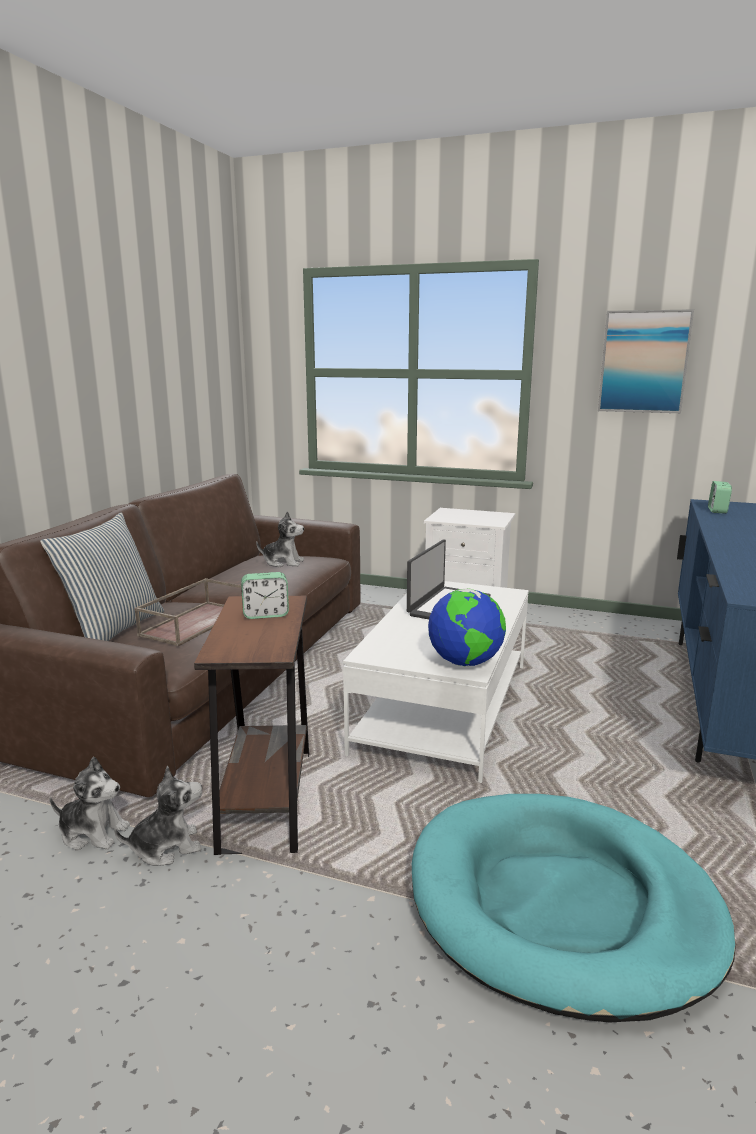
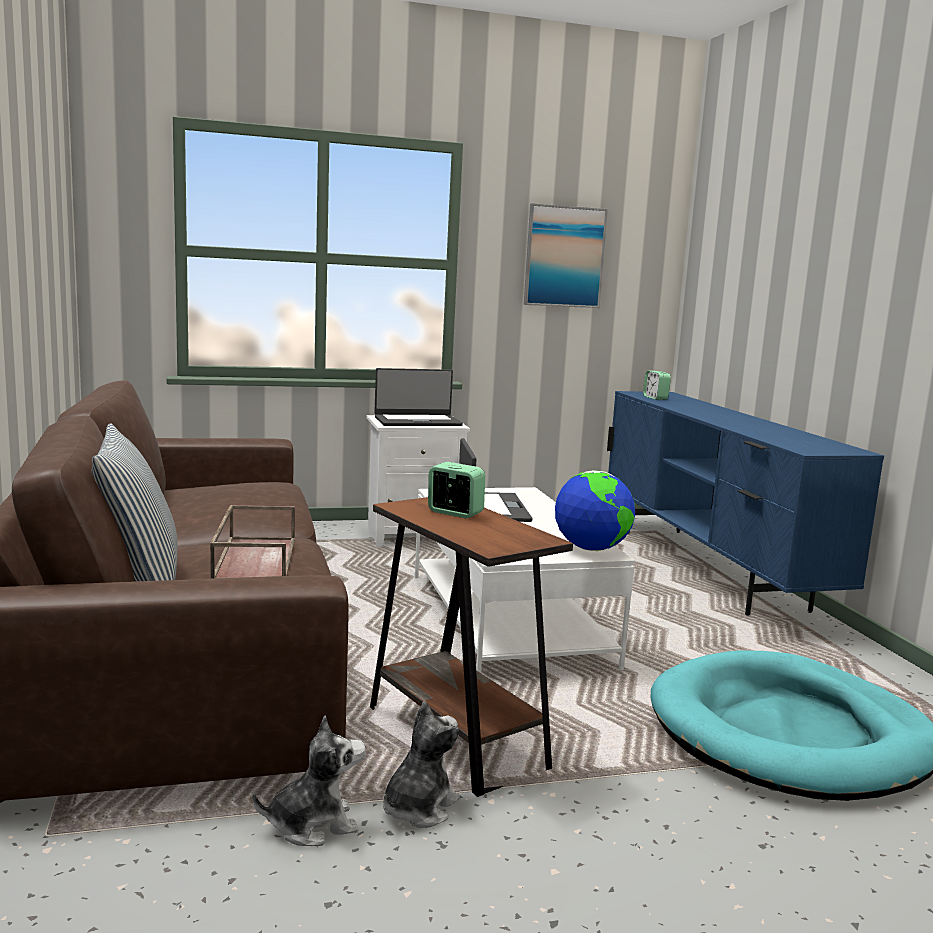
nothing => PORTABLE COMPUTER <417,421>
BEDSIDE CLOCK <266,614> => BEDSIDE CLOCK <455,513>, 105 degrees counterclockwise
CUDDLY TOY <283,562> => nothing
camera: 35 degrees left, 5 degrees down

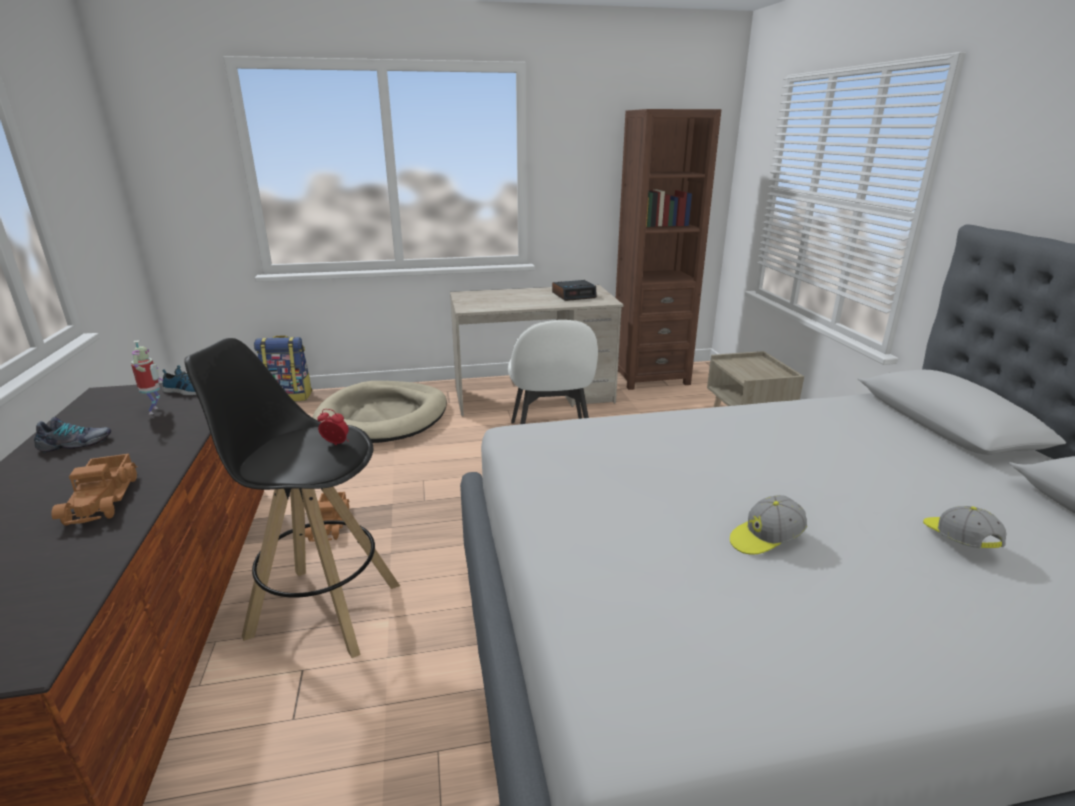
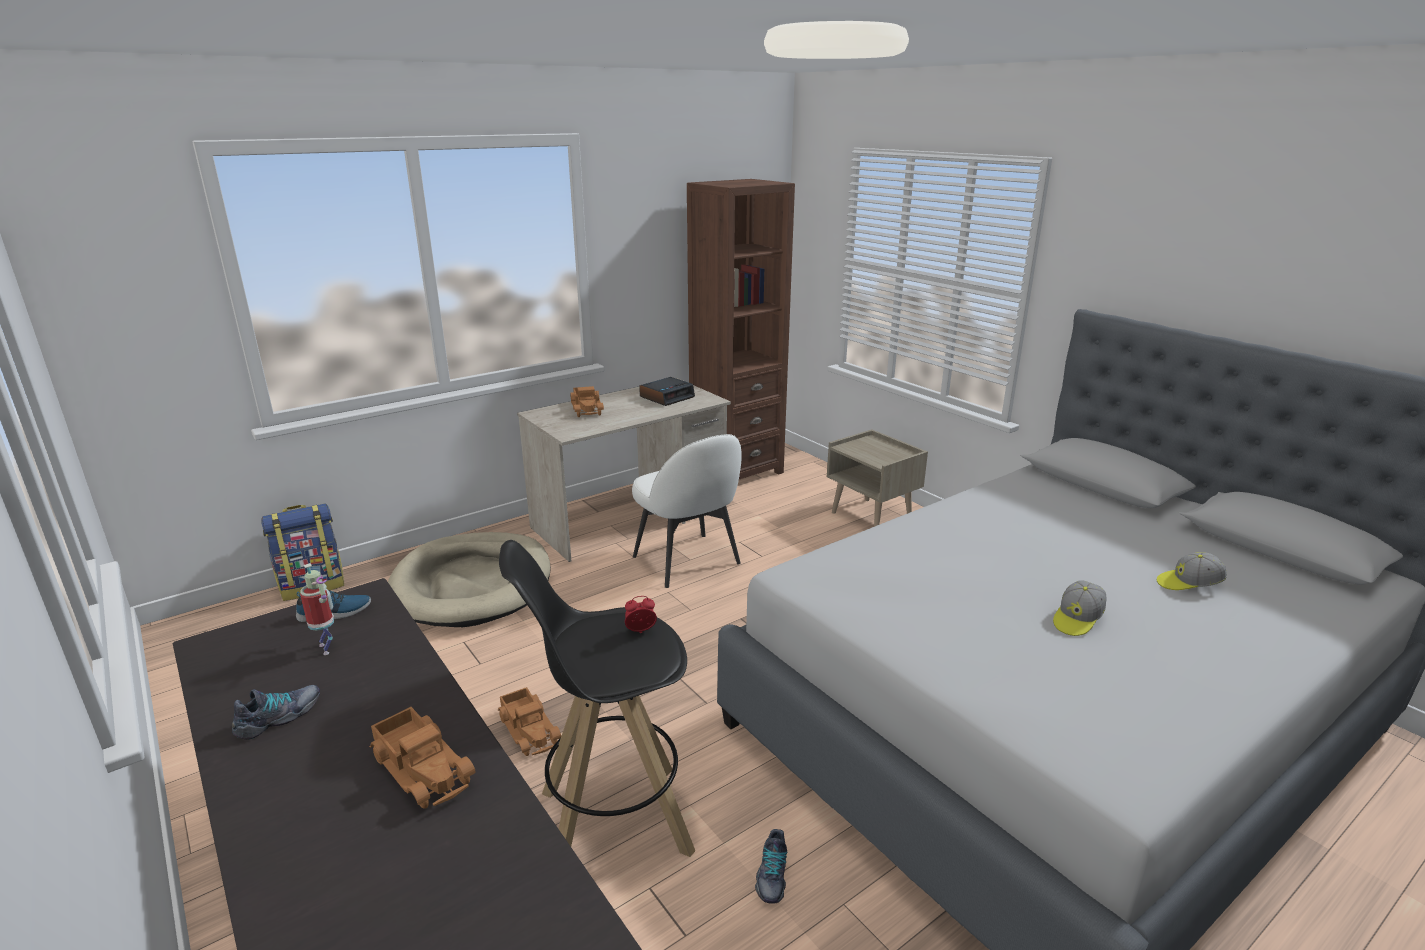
nothing => MODEL TRUCK <588,408>
nothing => SHOE <771,875>
BASEBALL CAP <958,540> => BASEBALL CAP <1188,584>, 60 degrees counterclockwise
camera: 25 degrees left, 0 degrees up

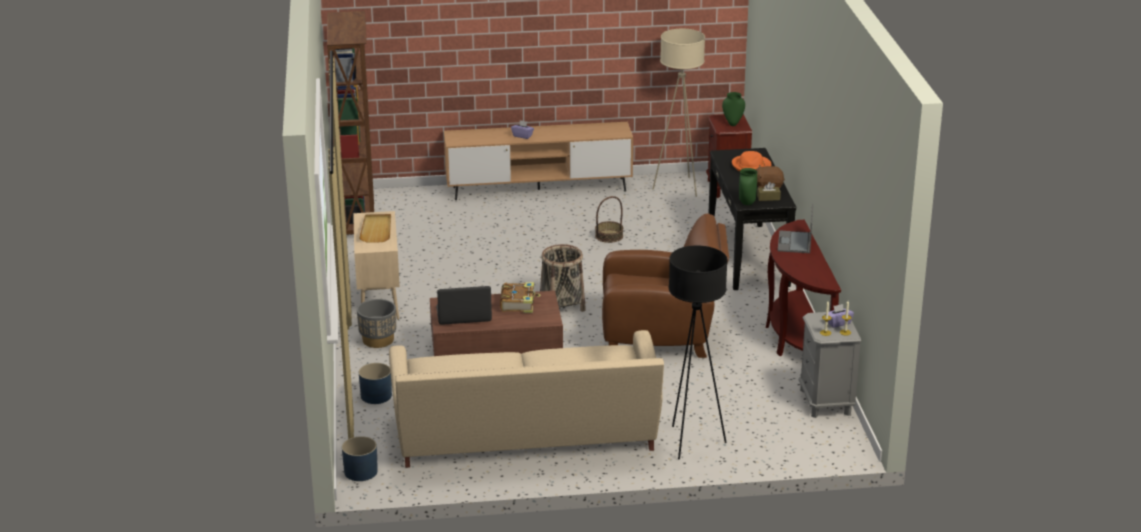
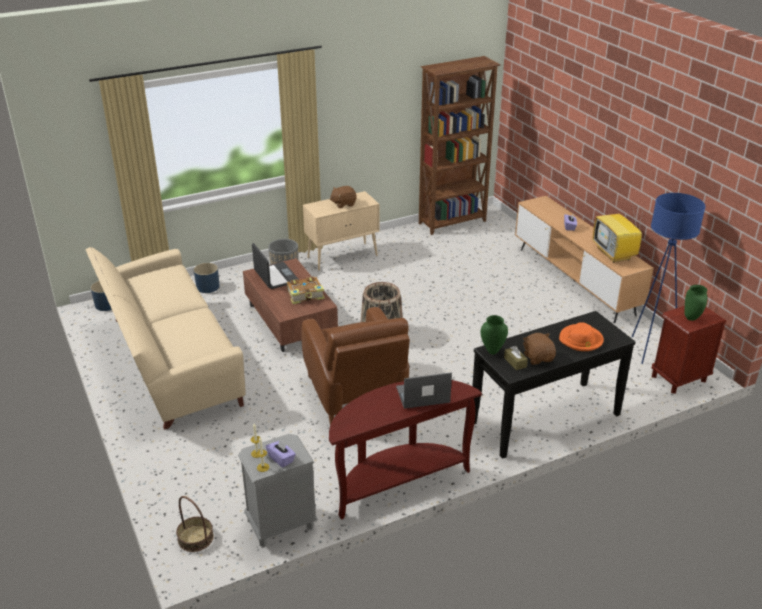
HOUSEHOLD BASKET <609,236> => HOUSEHOLD BASKET <195,538>, shifted
BEIGE SERVING TRAY <376,230> => BROWN CUDDLY TOY <343,204>
nothing => TELEVISION <615,254>
BEIGE FLOOR LAMP <678,187> => BLUE-COLOURED FLOOR LAMP <650,350>
BLACKISH FLOOR LAMP <692,442> => nothing
camera: 70 degrees right, 5 degrees up

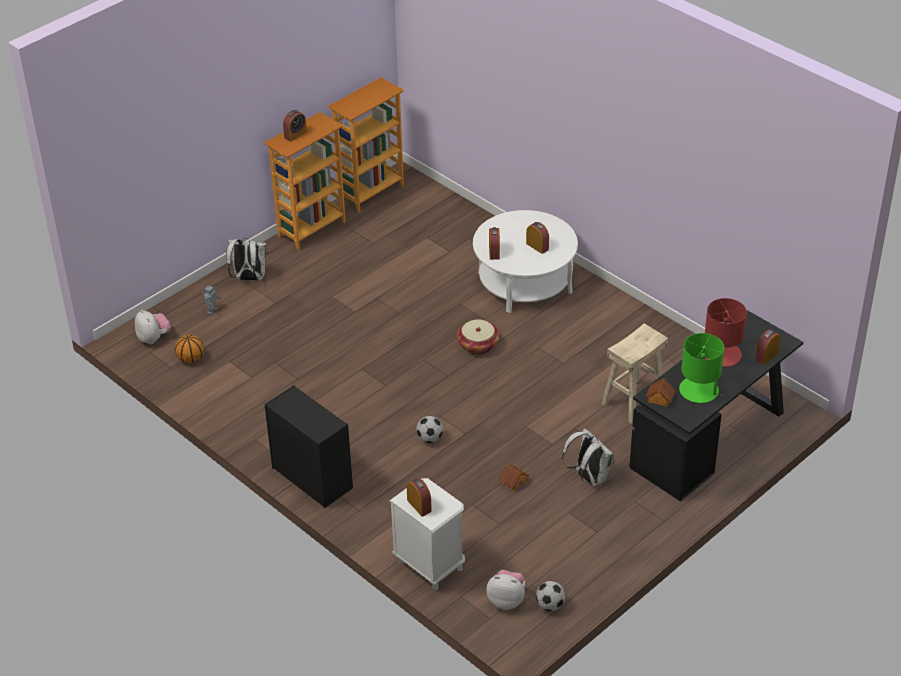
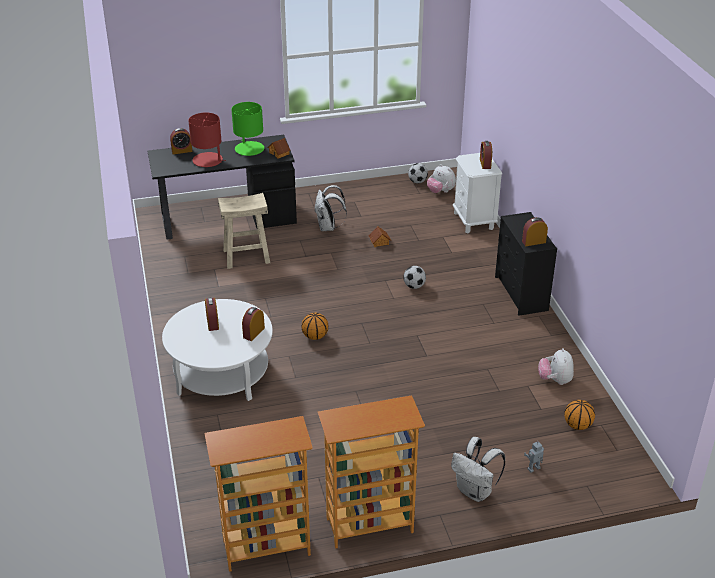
HOUSEHOLD BASKET <478,345> => BALL FOR BASKETBALL <315,336>
BEDSIDE CLOCK <295,135> => BEDSIDE CLOCK <533,242>, shifted
CUDDLY TOY <154,338> => CUDDLY TOY <555,380>, shifted
camera: 150 degrees left, 5 degrees down

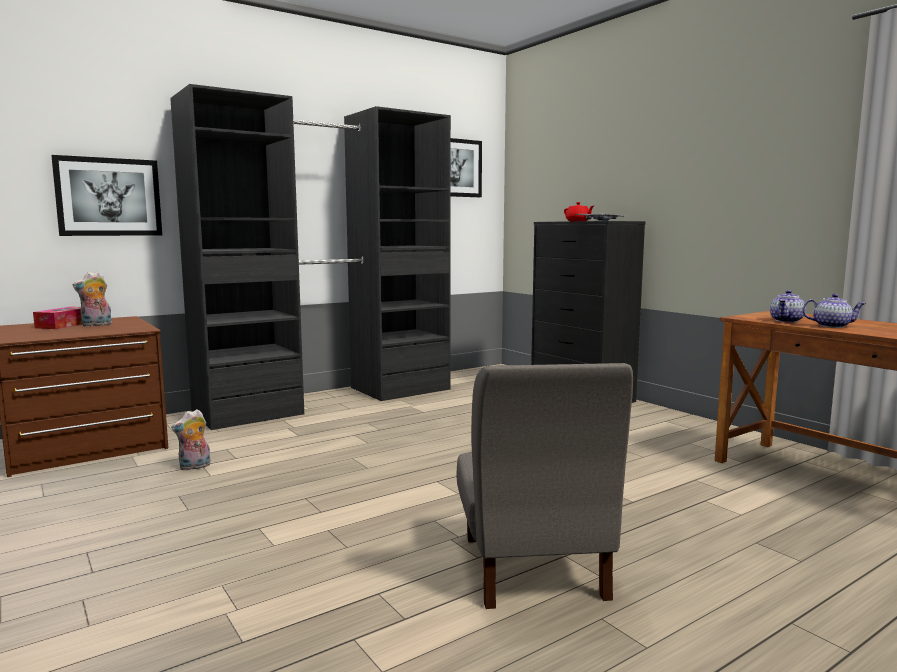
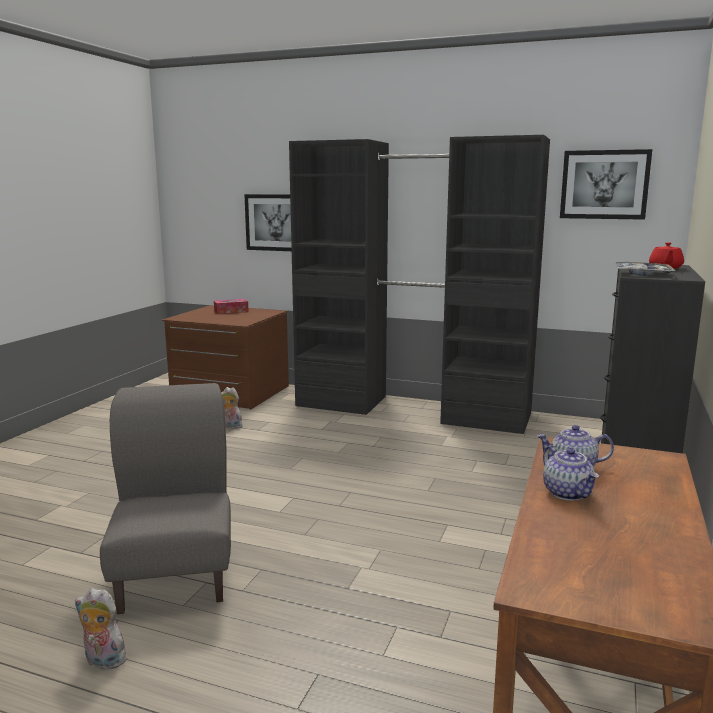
CUDDLY TOY <96,325> => CUDDLY TOY <102,661>, shifted
GREYISH PLAIN CHAIR <532,567> => GREYISH PLAIN CHAIR <176,574>, 120 degrees clockwise
camera: 55 degrees right, 5 degrees up

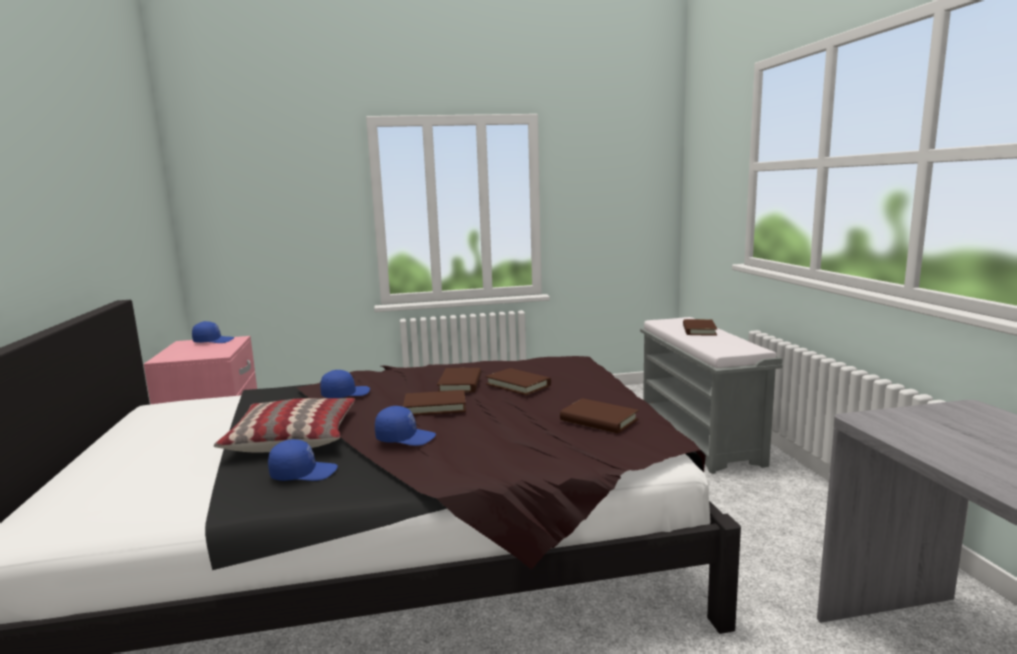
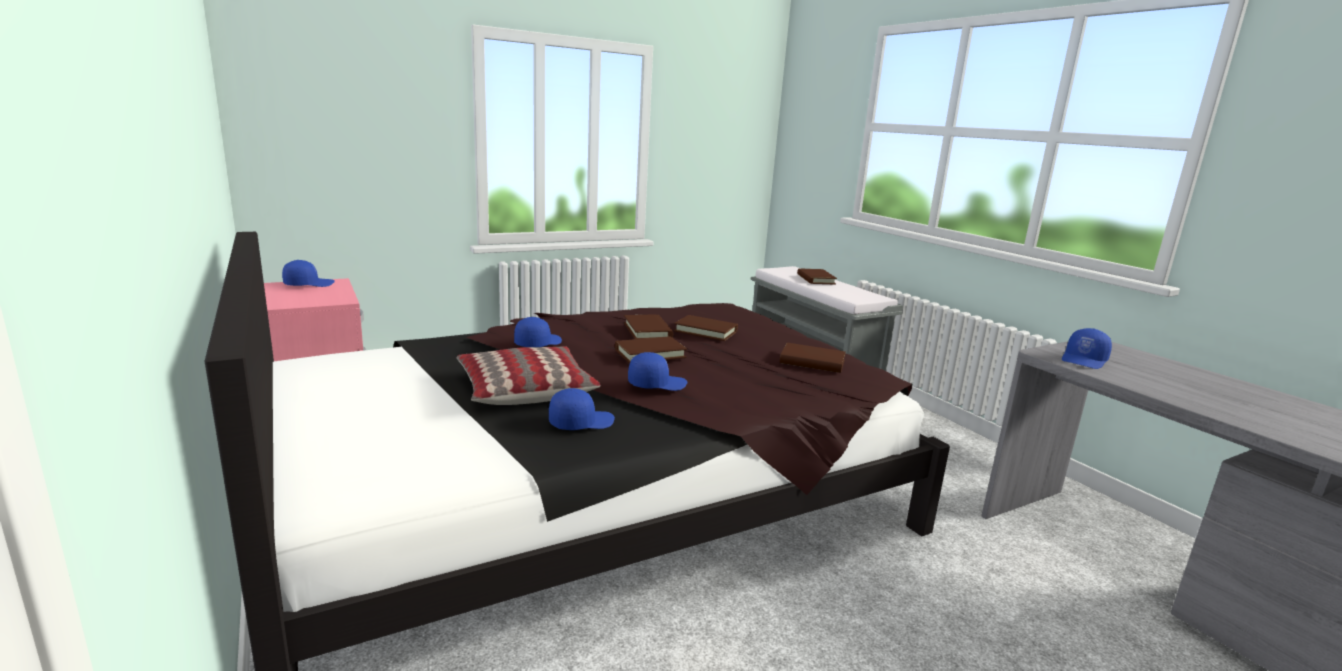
nothing => BLUE-COLOURED BASEBALL CAP <1084,360>
camera: 20 degrees left, 5 degrees up

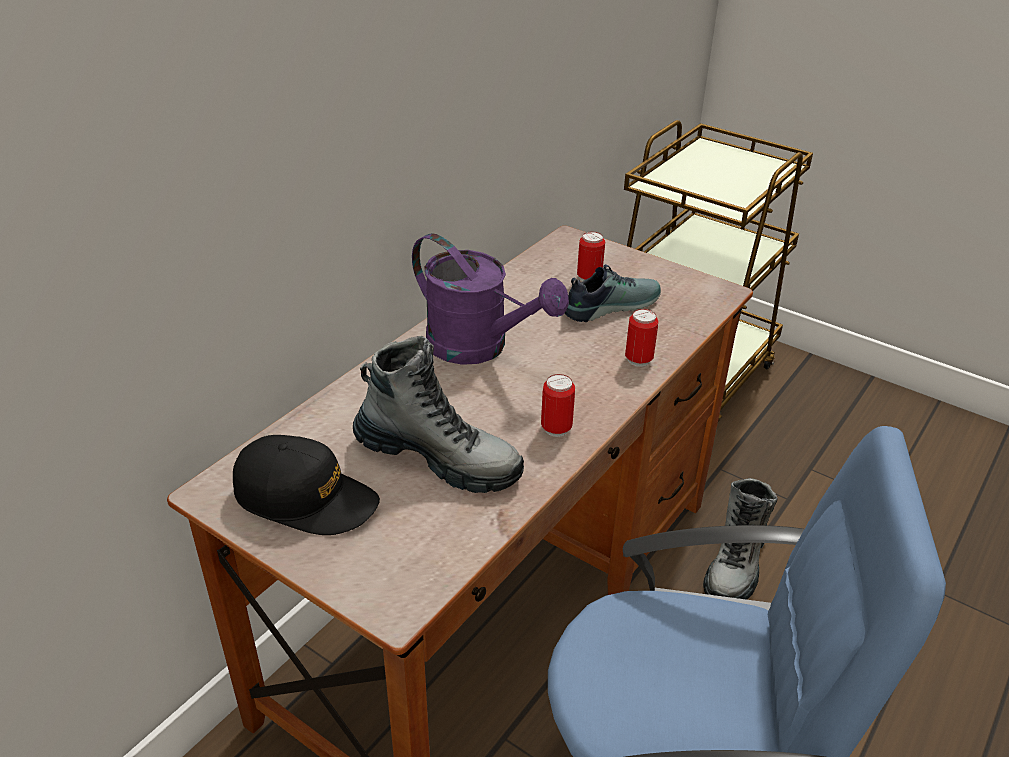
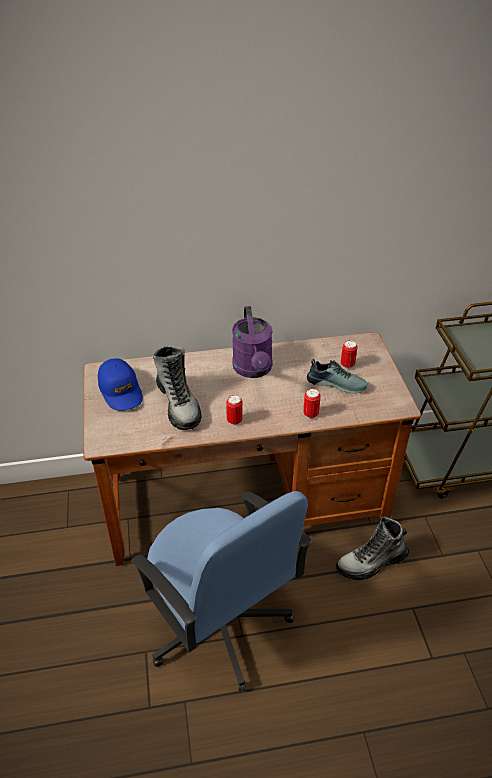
BLACKISH BASEBALL CAP <306,498> => BLUE-COLOURED BASEBALL CAP <121,390>
camera: 45 degrees right, 5 degrees up

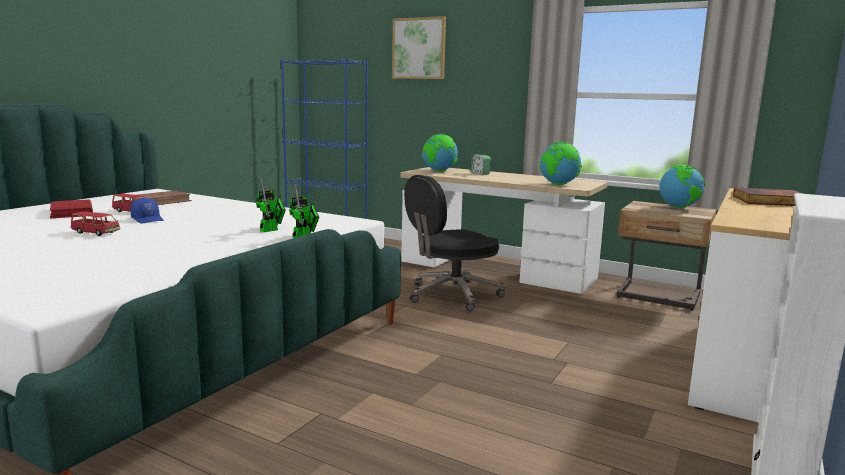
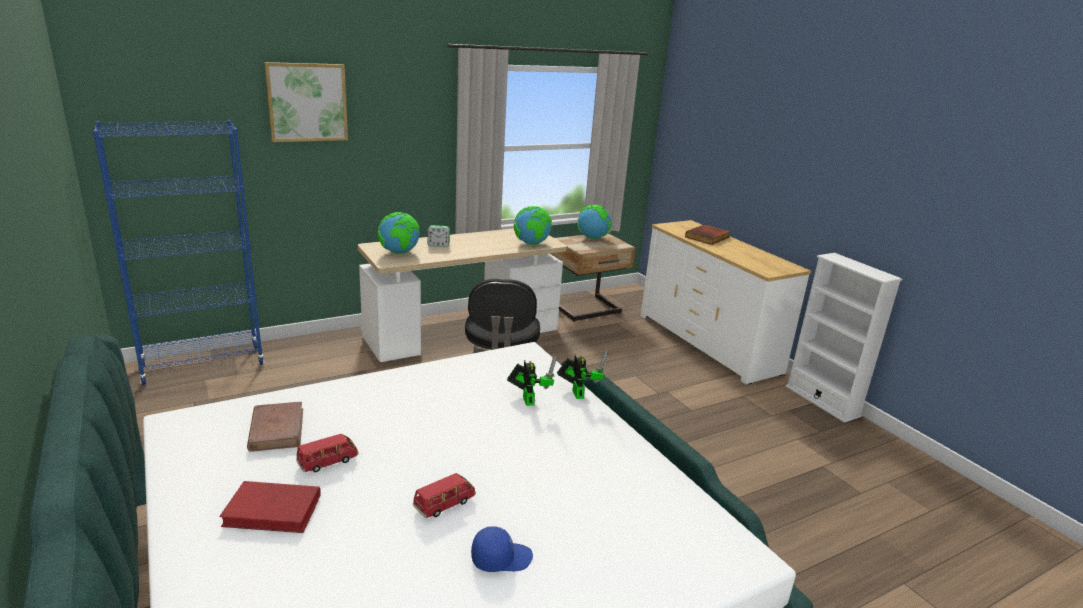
BLUE-COLOURED BASEBALL CAP <148,220> => BLUE-COLOURED BASEBALL CAP <501,558>, shifted
camera: 60 degrees left, 10 degrees up

